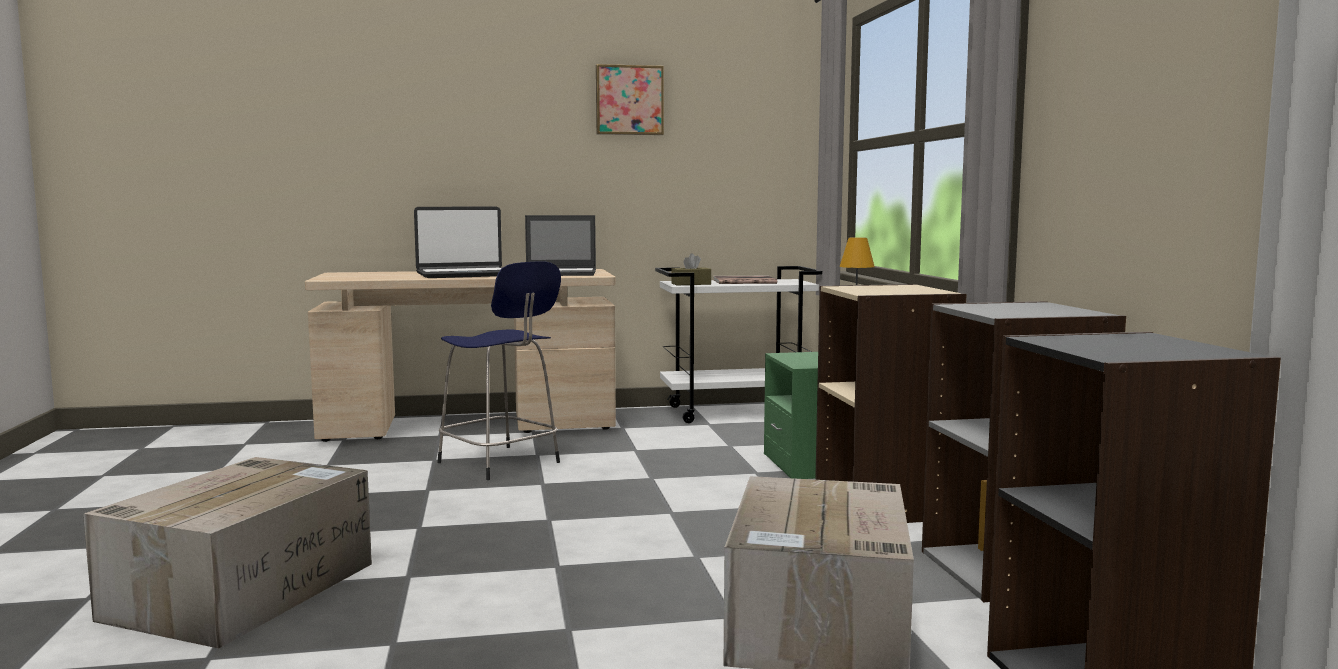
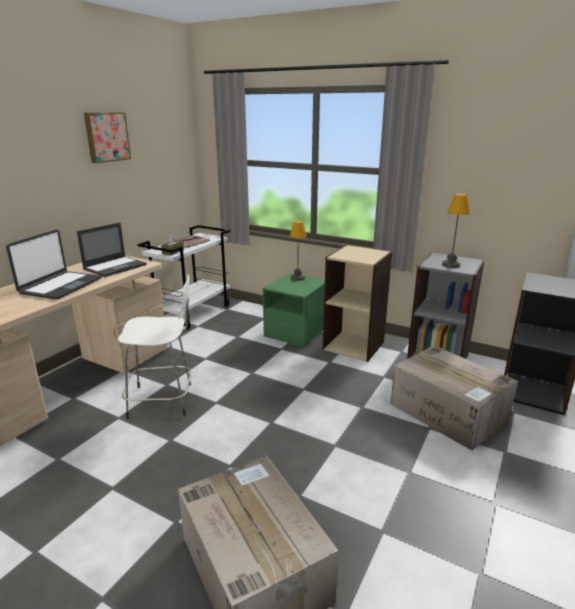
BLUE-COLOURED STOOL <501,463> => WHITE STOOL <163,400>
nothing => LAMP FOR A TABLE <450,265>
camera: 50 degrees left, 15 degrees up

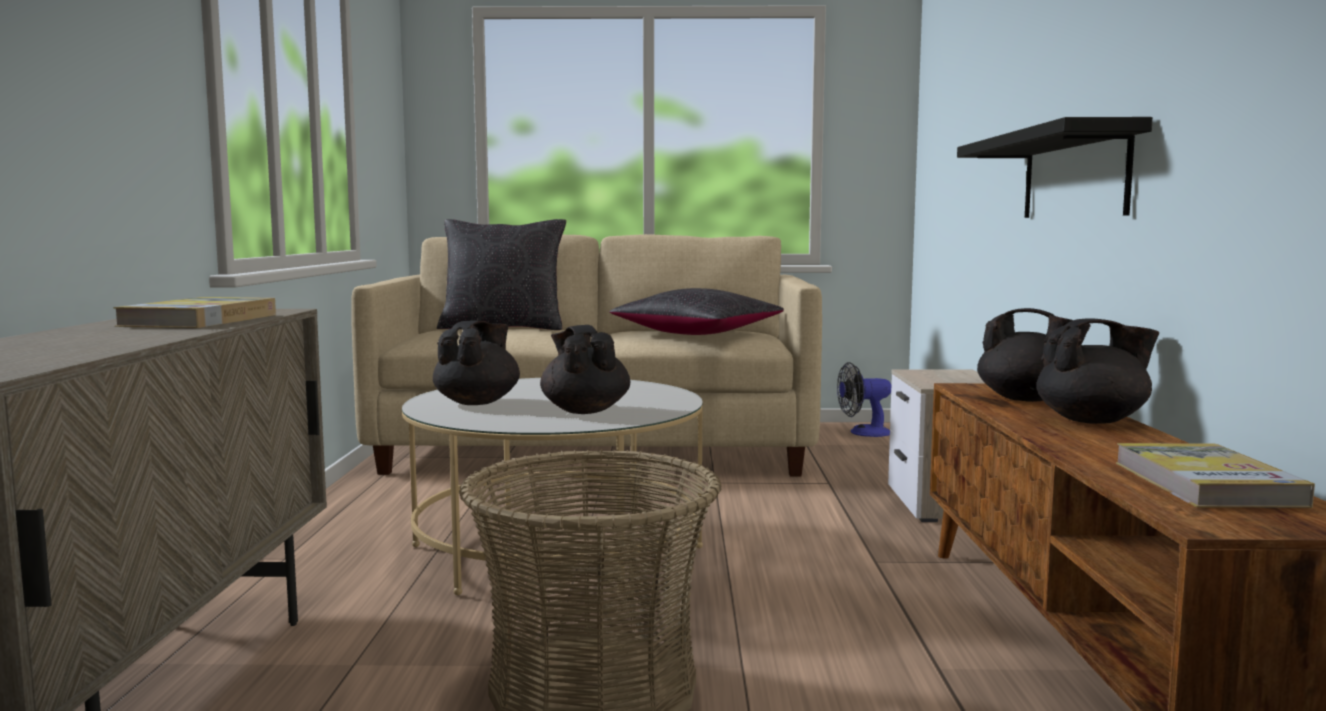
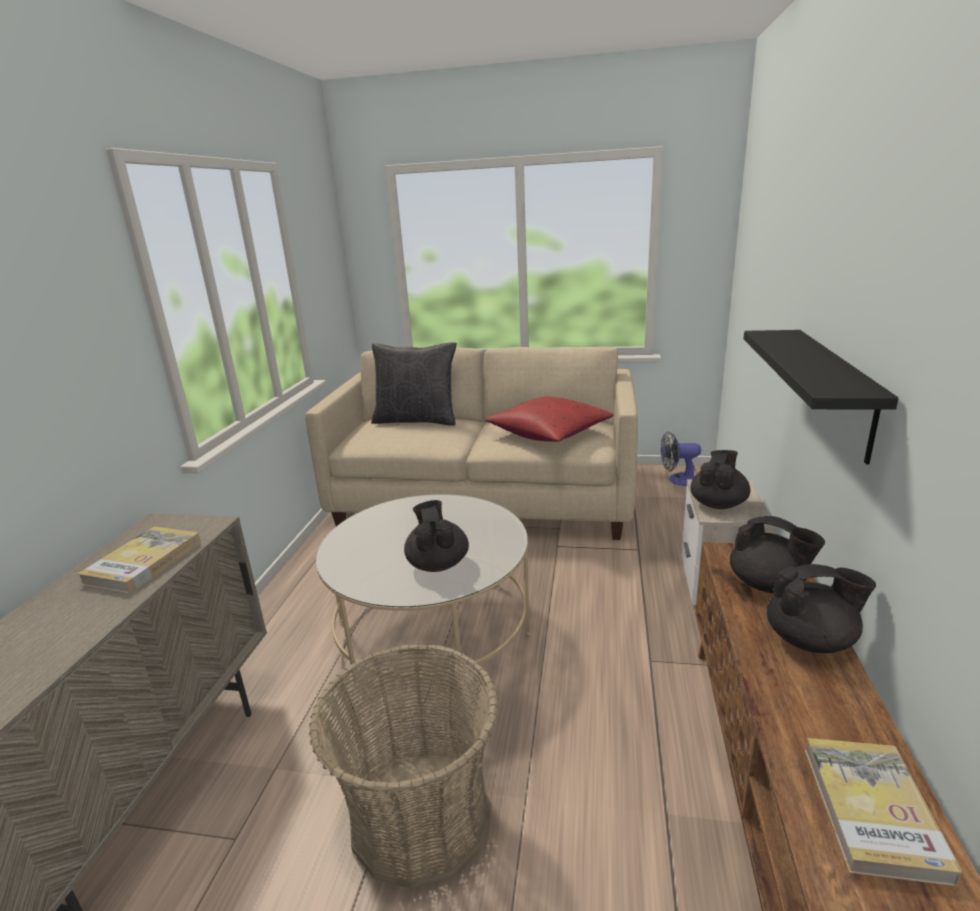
BLACKISH CUSHION <697,333> => REDDISH CUSHION <549,433>
BLACKISH TEAPOT <478,402> => BLACKISH TEAPOT <718,504>, shifted
camera: 10 degrees right, 15 degrees up

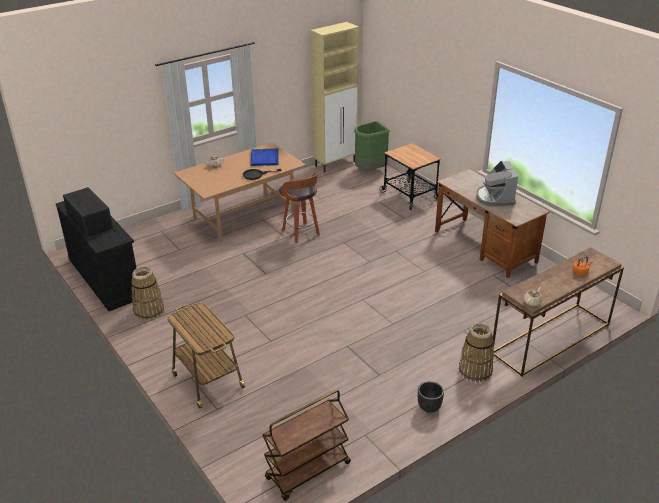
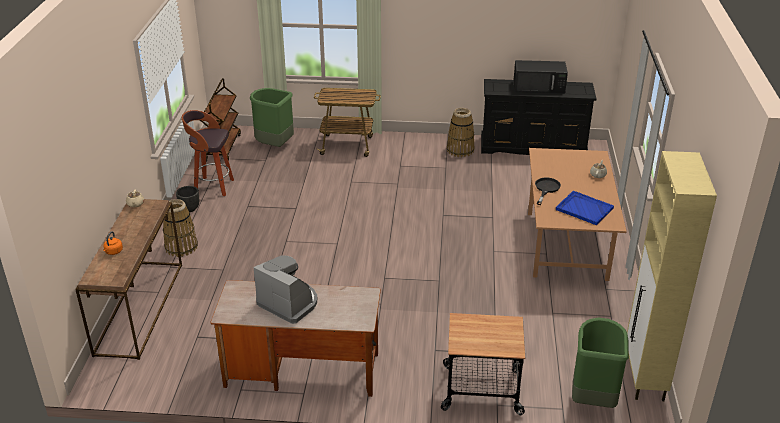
STOOL <301,233> => STOOL <212,187>, shifted
nothing => GREENISH RUBBISH BIN <274,145>
camera: 130 degrees right, 0 degrees up

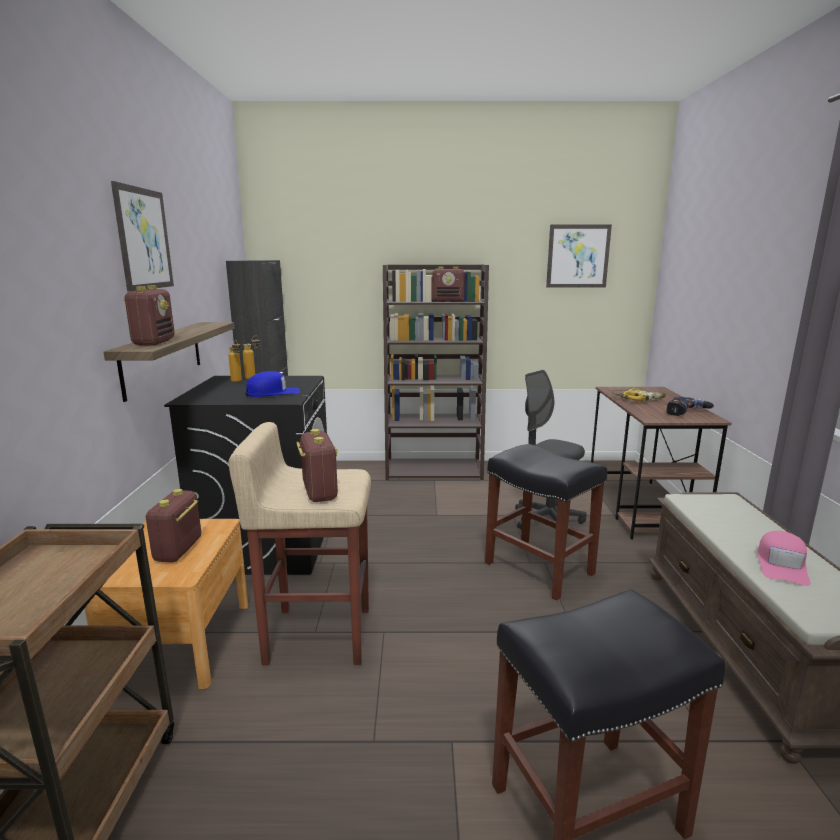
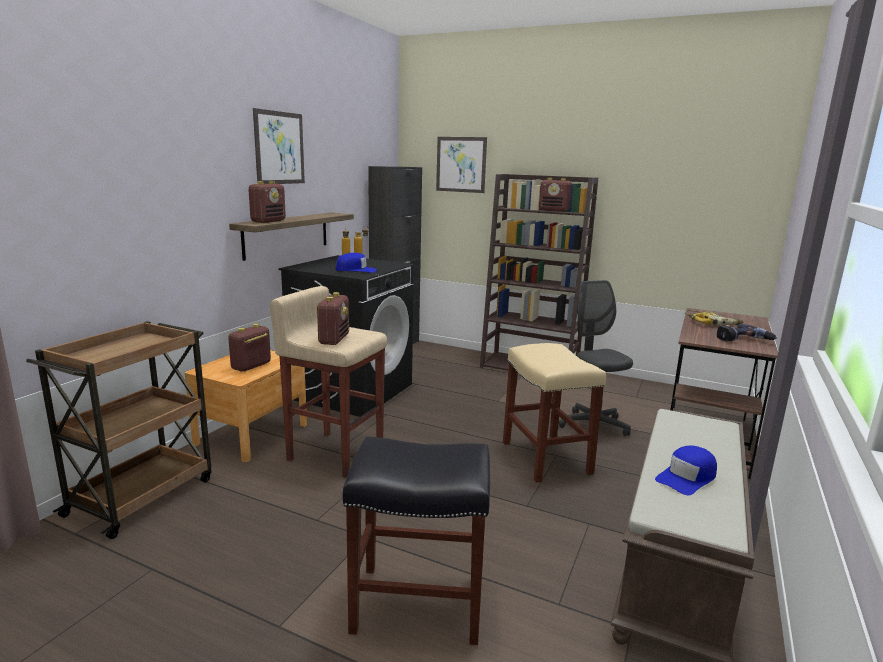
PICTURE <578,256> => PICTURE <461,164>, shifted
BLACKISH STOOL <540,568> => BEIGE STOOL <547,458>
PINKISH BASEBALL CAP <782,565> => BLUE-COLOURED BASEBALL CAP <687,477>
camera: 25 degrees right, 0 degrees up

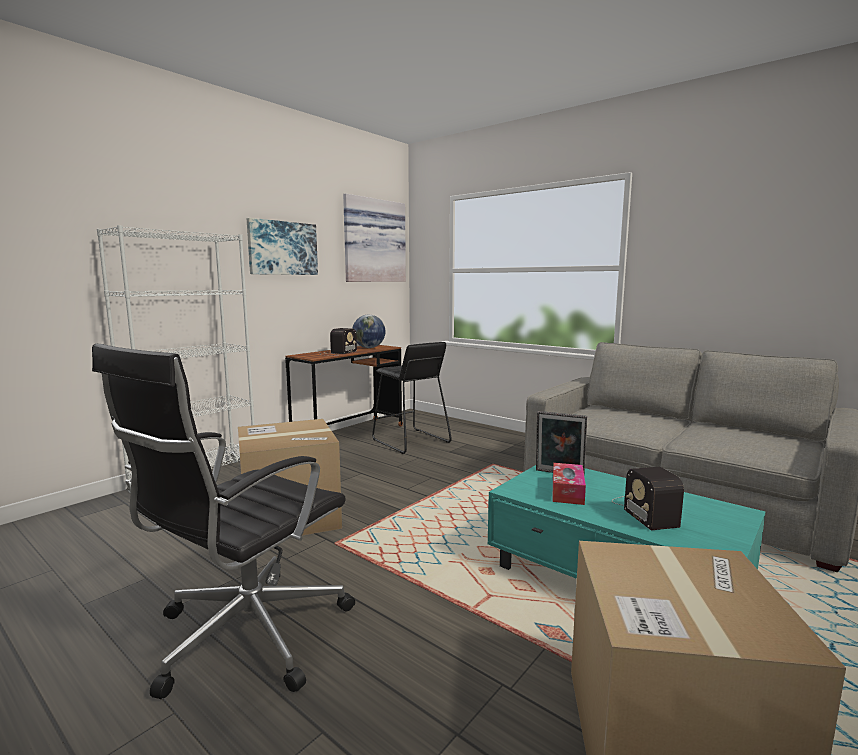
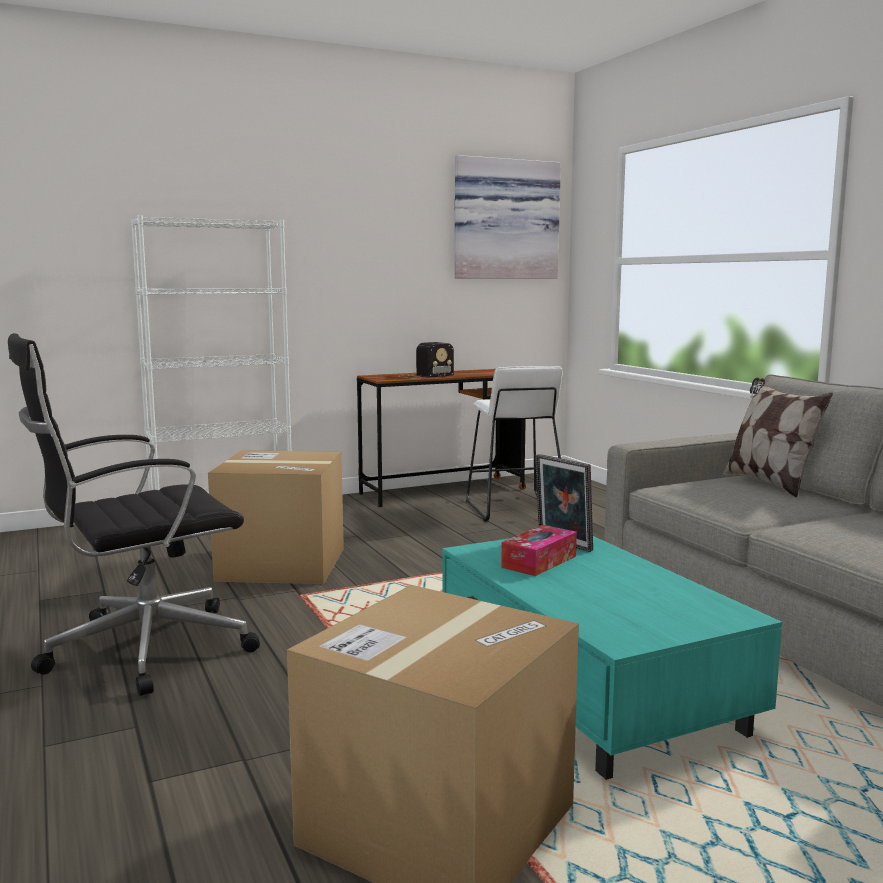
BLACKISH STOOL <410,441> => WHITE STOOL <513,508>
nothing => CUSHION <769,483>
PICTURE <282,248> => nothing
DESK GLOBE <369,348> => nothing
RADIO <644,510> => nothing
camera: 25 degrees right, 0 degrees up

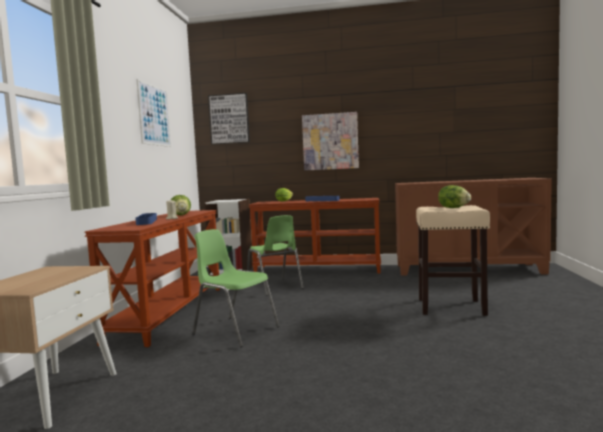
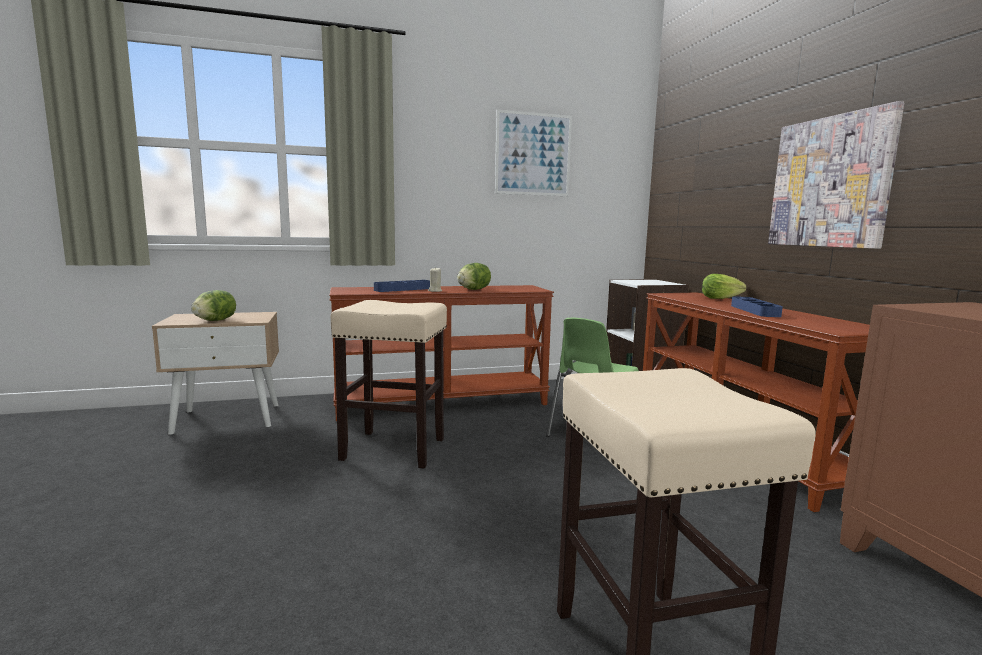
LETTUCE <453,208> => LETTUCE <215,321>, shifted
GREENISH PLAIN CHAIR <235,330> => BEIGE STOOL <395,449>
PICTURE <229,119> => nothing
camera: 65 degrees right, 5 degrees up

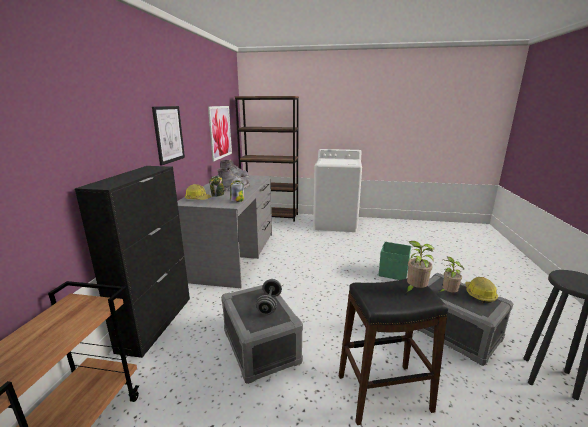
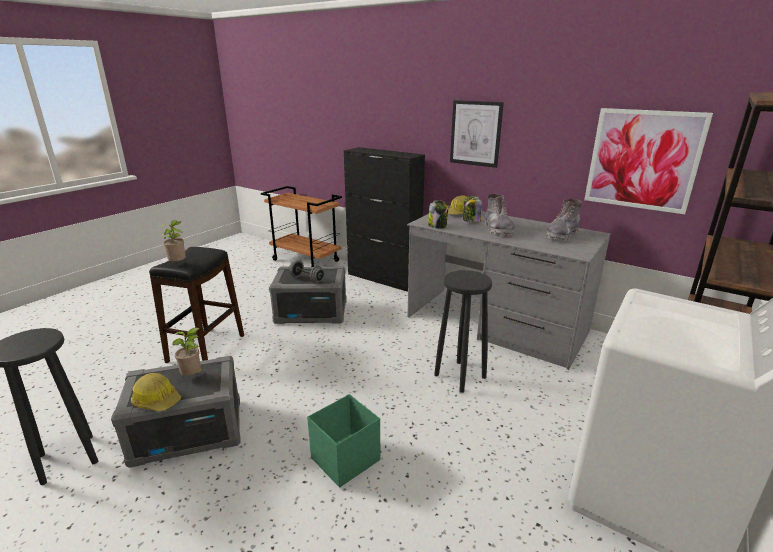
nothing => BLACKISH STOOL <459,375>
camera: 115 degrees right, 5 degrees up

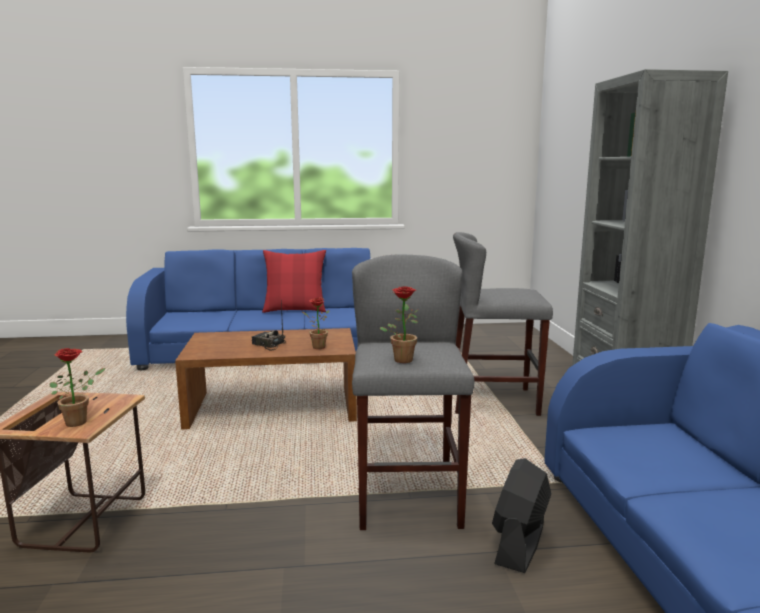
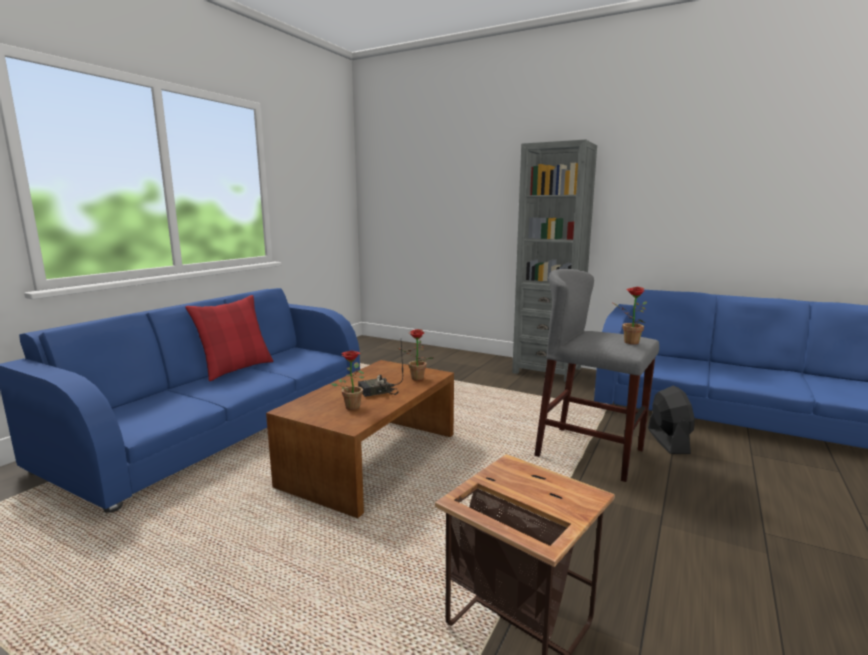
POTTED PLANT <80,421> => POTTED PLANT <352,406>, shifted
BLACKISH COOLING FAN <519,544> => BLACKISH COOLING FAN <668,441>, 150 degrees counterclockwise
GREYISH STOOL <493,401> => nothing
camera: 55 degrees left, 0 degrees up

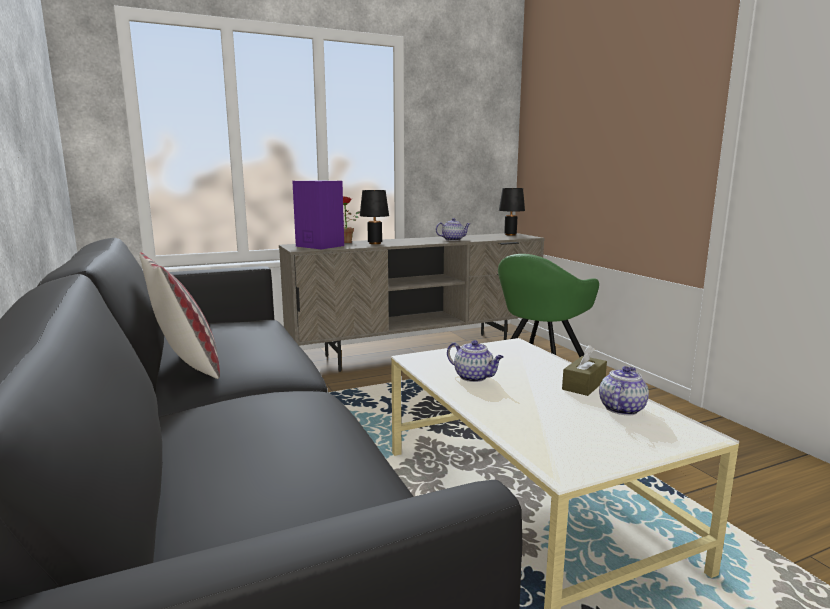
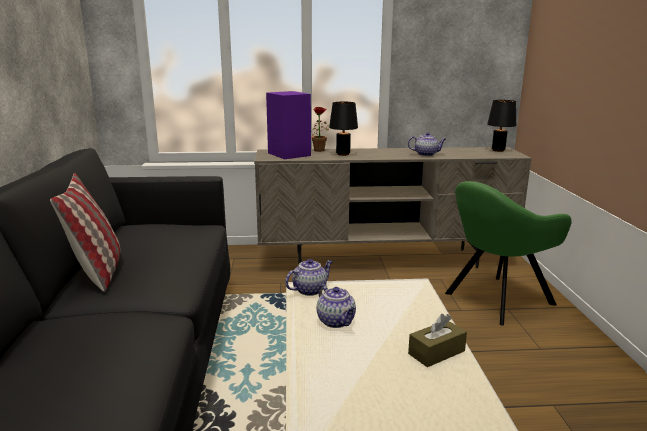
TEAPOT <621,408> => TEAPOT <310,290>, shifted
camera: 20 degrees right, 5 degrees up

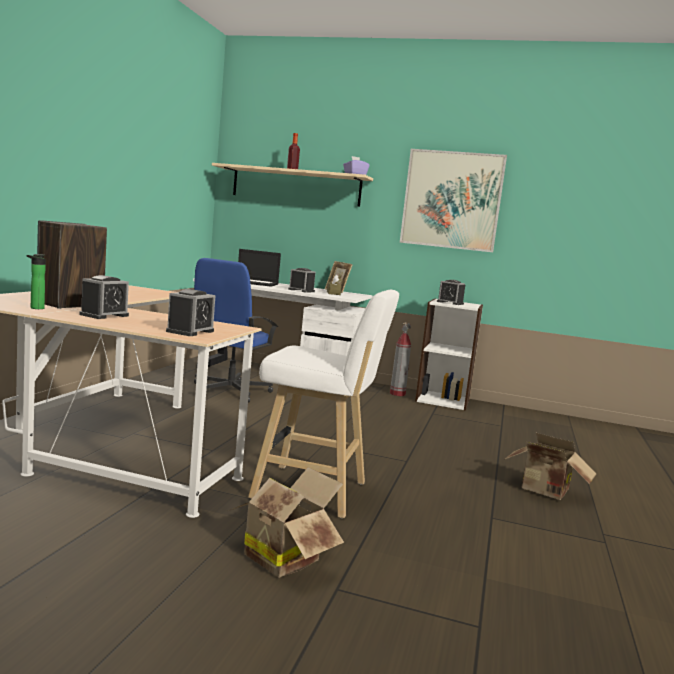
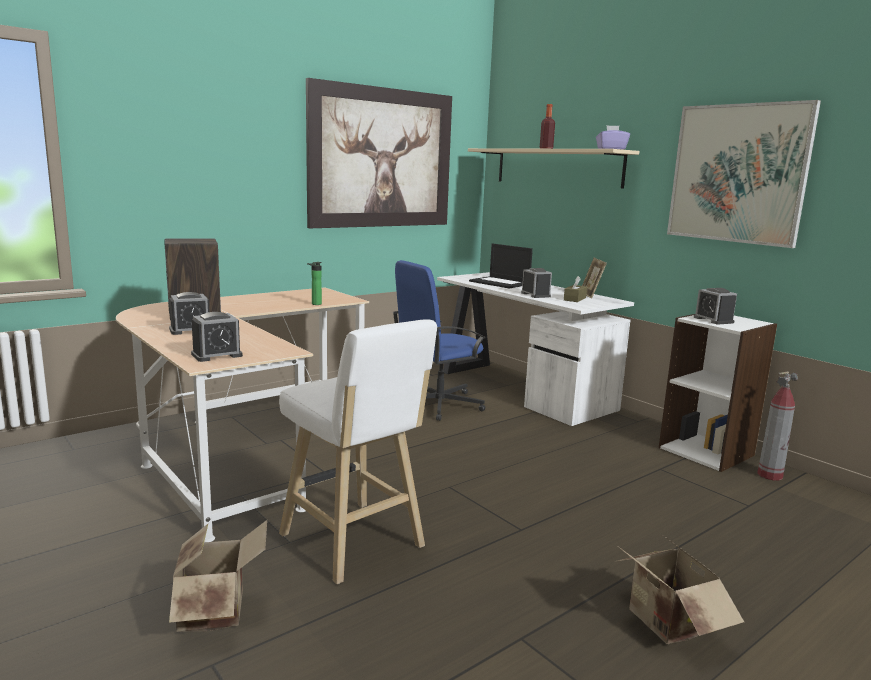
nothing => PICTURE <382,158>
BOTTLE <35,308> => BOTTLE <315,304>, shifted
FIRE EXTINGUISHER <397,394> => FIRE EXTINGUISHER <770,475>, shifted
camera: 35 degrees right, 5 degrees up

